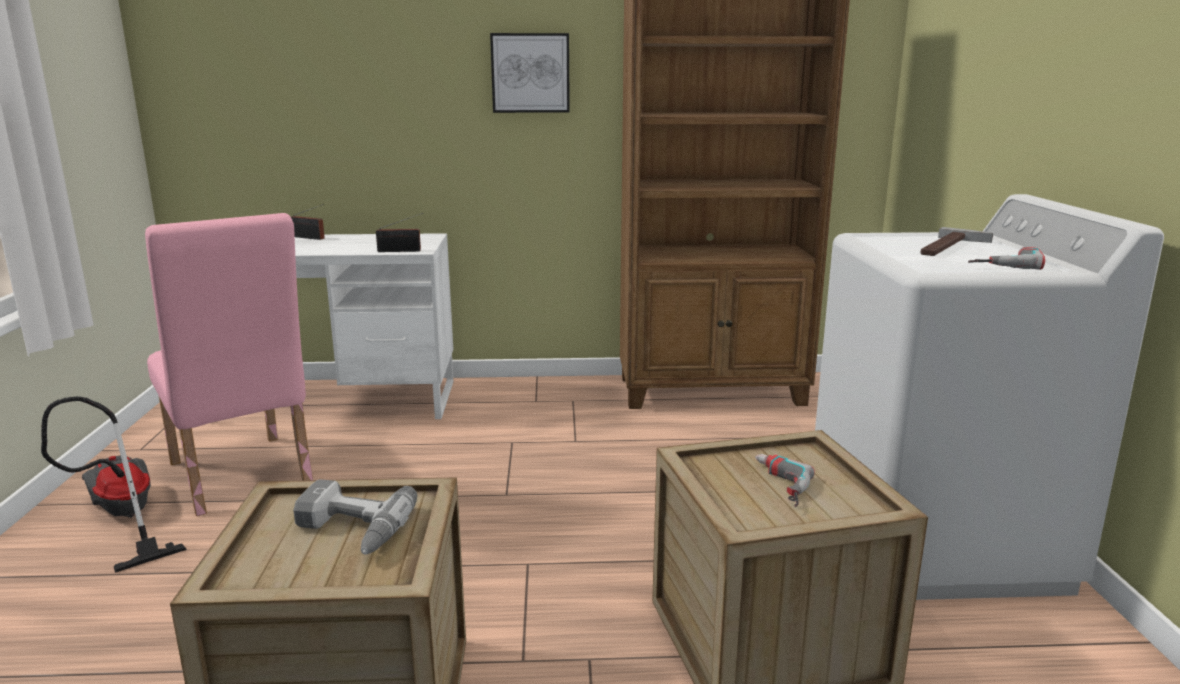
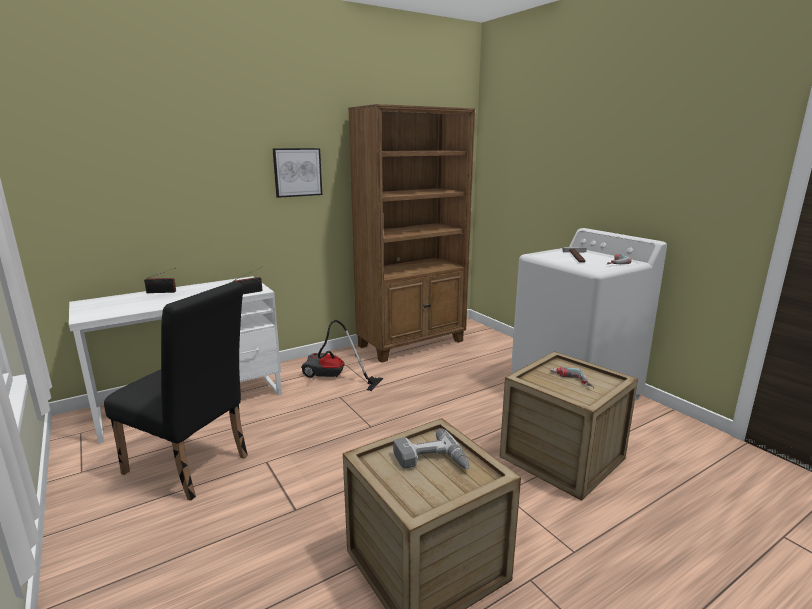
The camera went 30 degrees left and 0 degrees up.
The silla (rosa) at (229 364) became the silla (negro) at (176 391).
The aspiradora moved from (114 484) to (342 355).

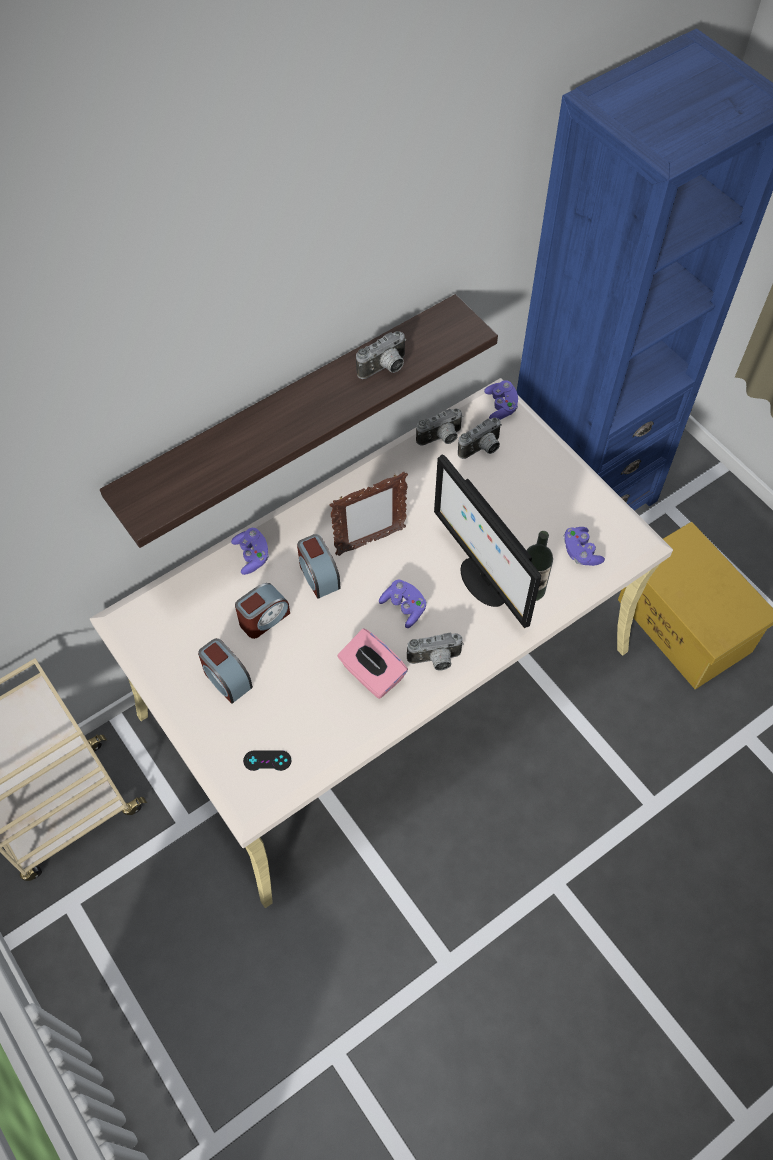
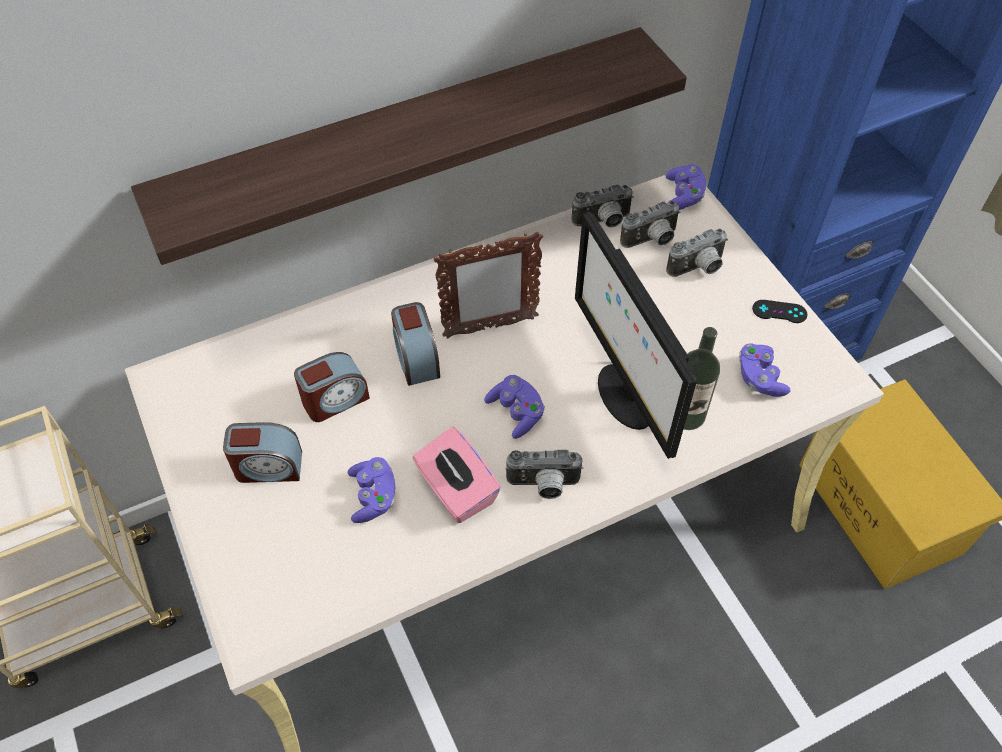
The camera went 10 degrees right and 5 degrees down.
The despertador at (225 671) turned 60 degrees counterclockwise.
The mando de consola (morado) moved from (250 551) to (371 490).
The cámara moved from (381 355) to (697 253).
The mando de consola (negro) moved from (267 760) to (780 311).

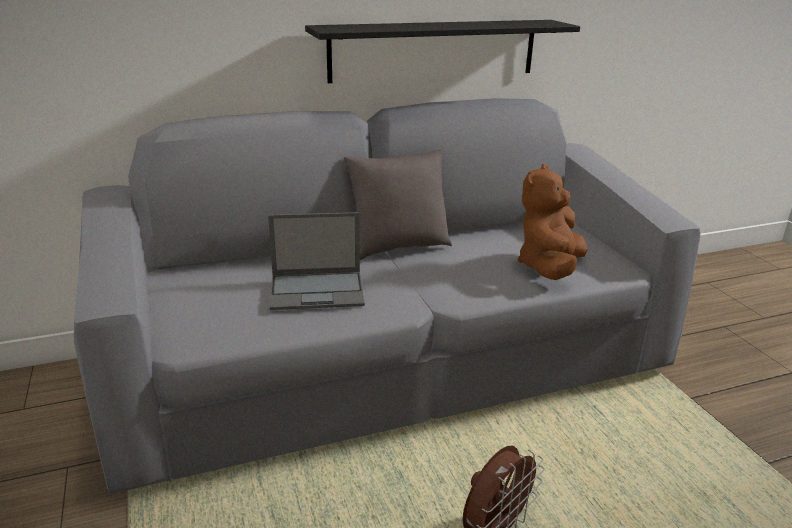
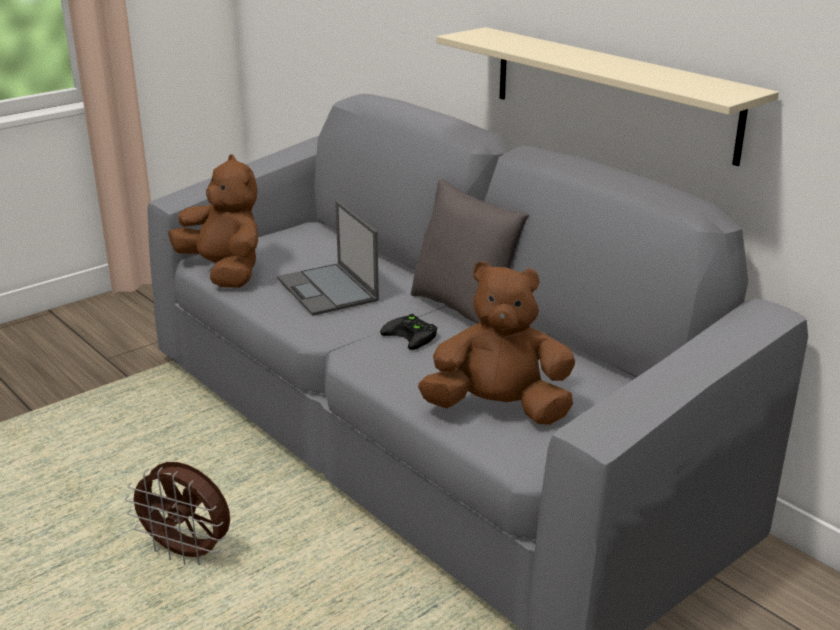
The camera went 70 degrees right and 0 degrees up.
The peluche (marrón) at (213 221) appeared.
The mando de consola (negro) at (408 332) appeared.
The estante (negro) at (442 51) became the estante (beis) at (607 96).

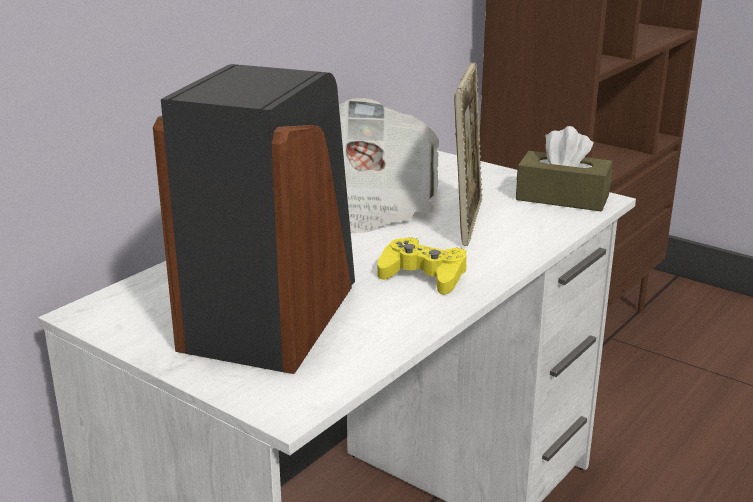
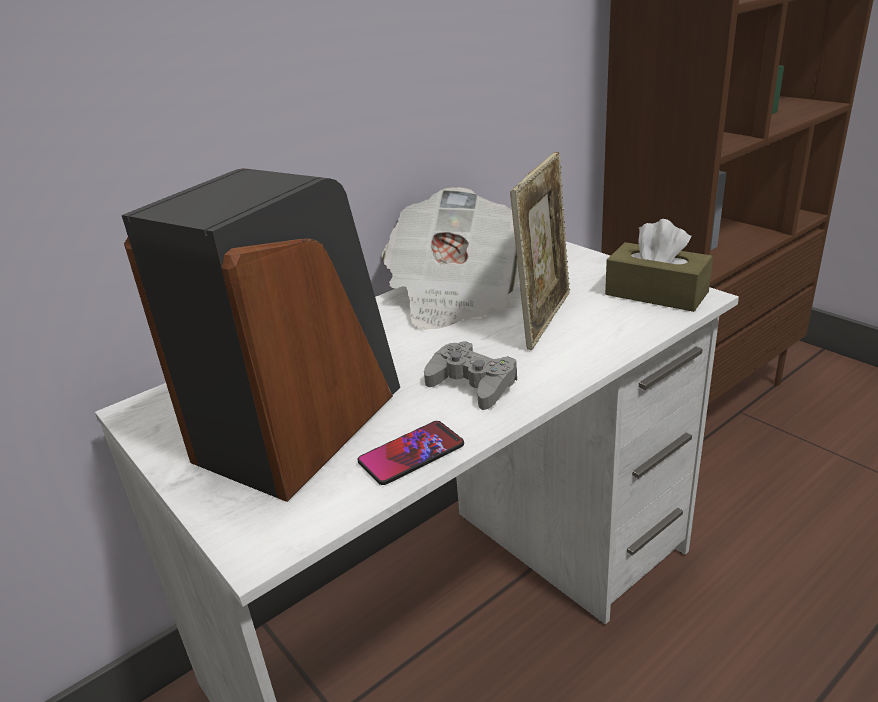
The camera went 15 degrees right and 5 degrees up.
The móvil at (411 453) appeared.
The mando de consola (amarillo) at (422 266) became the mando de consola (gris) at (470 375).

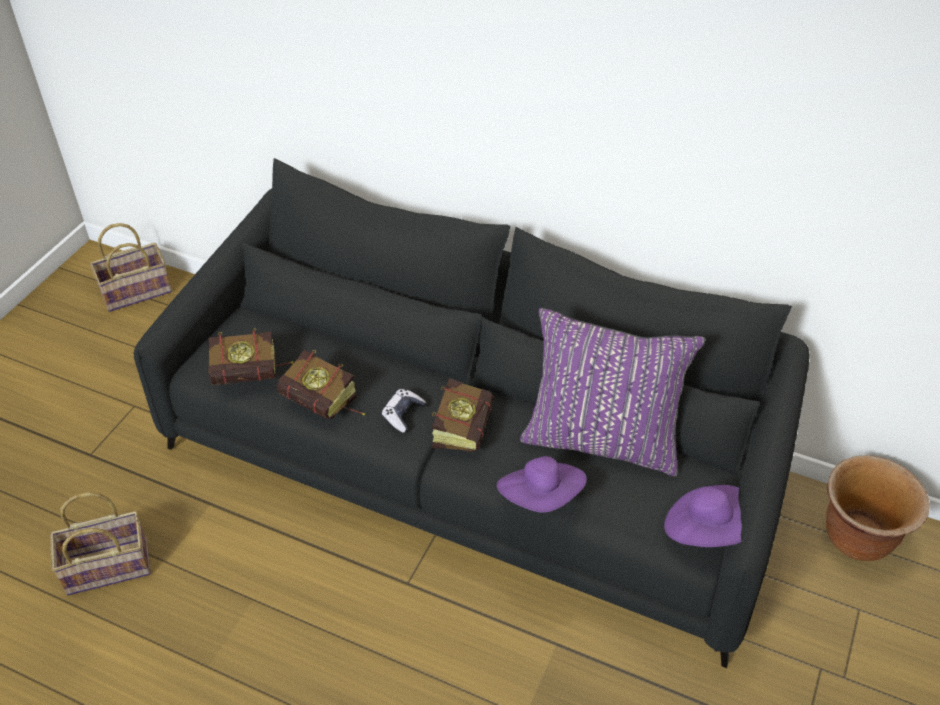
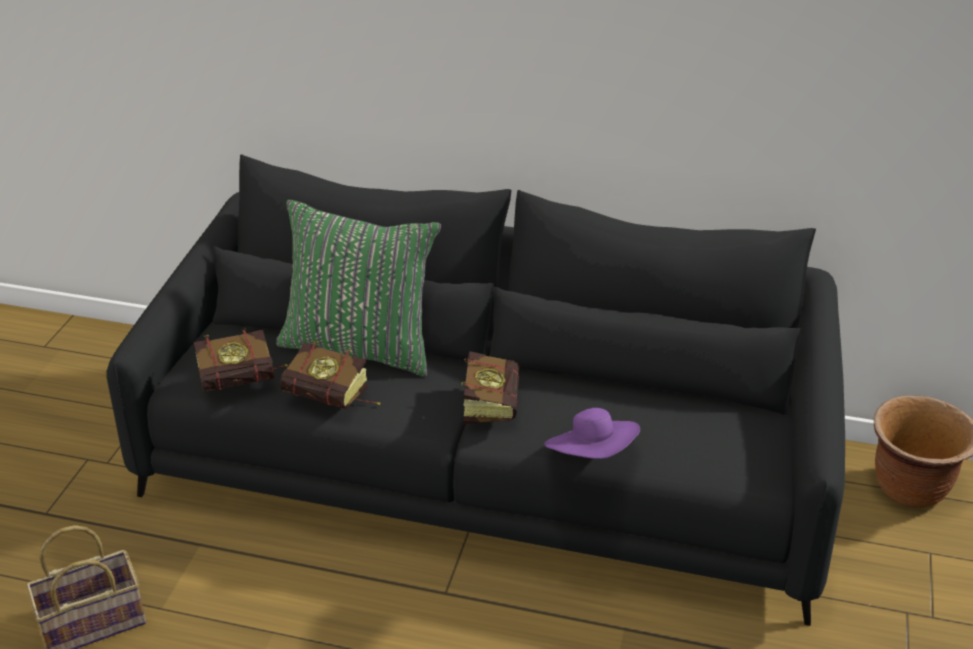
The camera went 10 degrees left and 10 degrees down.
The cojín (verde) at (358 287) appeared.
The cesta at (131 267) disappeared.
The mando de consola at (404 411) disappeared.
The cojín (morado) at (613 392) disappeared.
The sombrero (morado) at (703 516) disappeared.

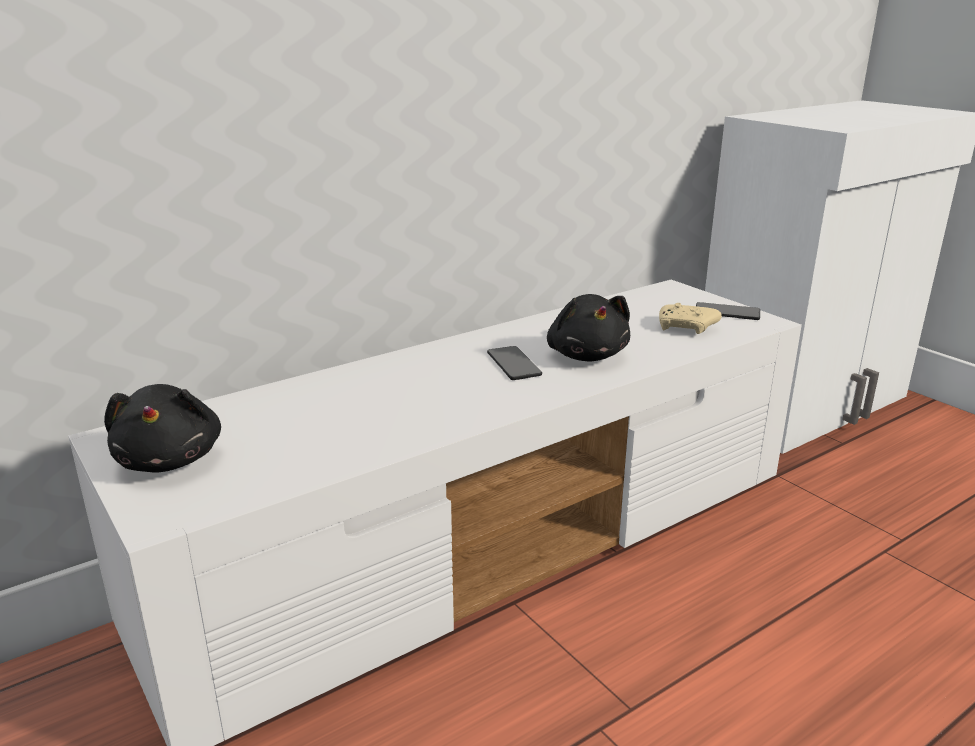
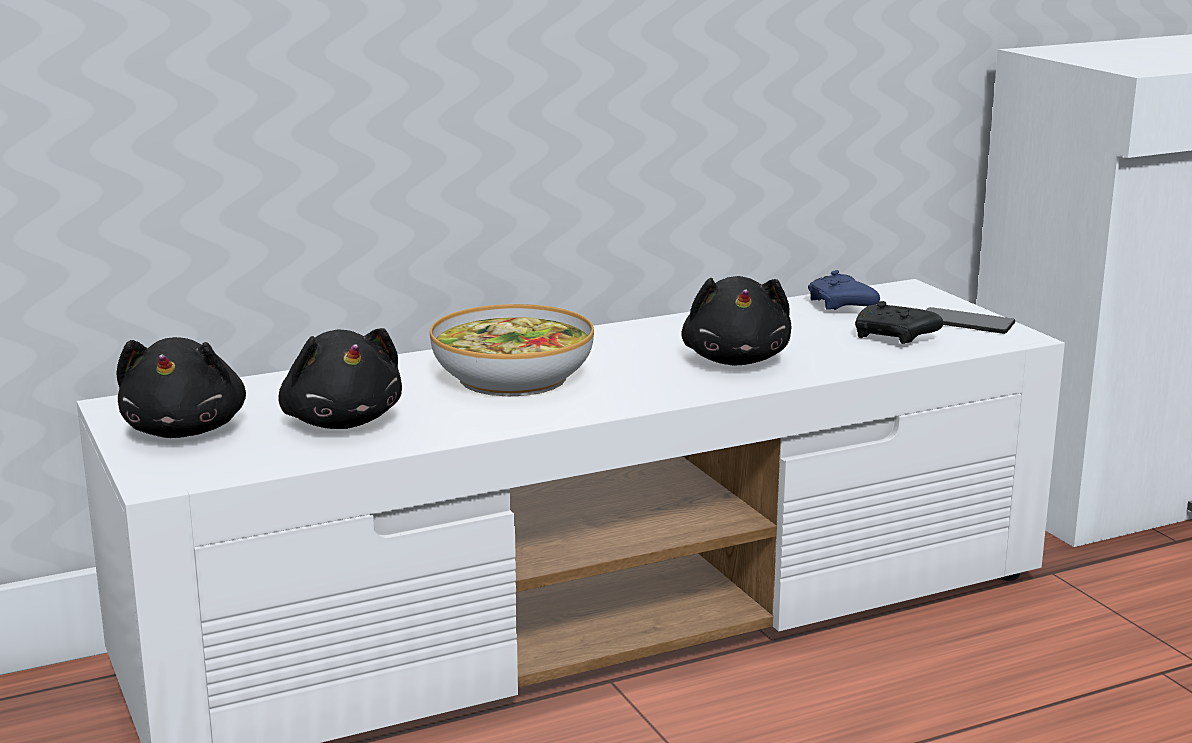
The camera went 10 degrees right and 5 degrees down.
The peluche (negro) at (340 378) appeared.
The cuenco at (512 350) appeared.
The mando de consola (azul) at (844 290) appeared.
The mando de consola (beis) at (690 318) became the mando de consola (negro) at (899 322).
The móvil at (514 363) disappeared.

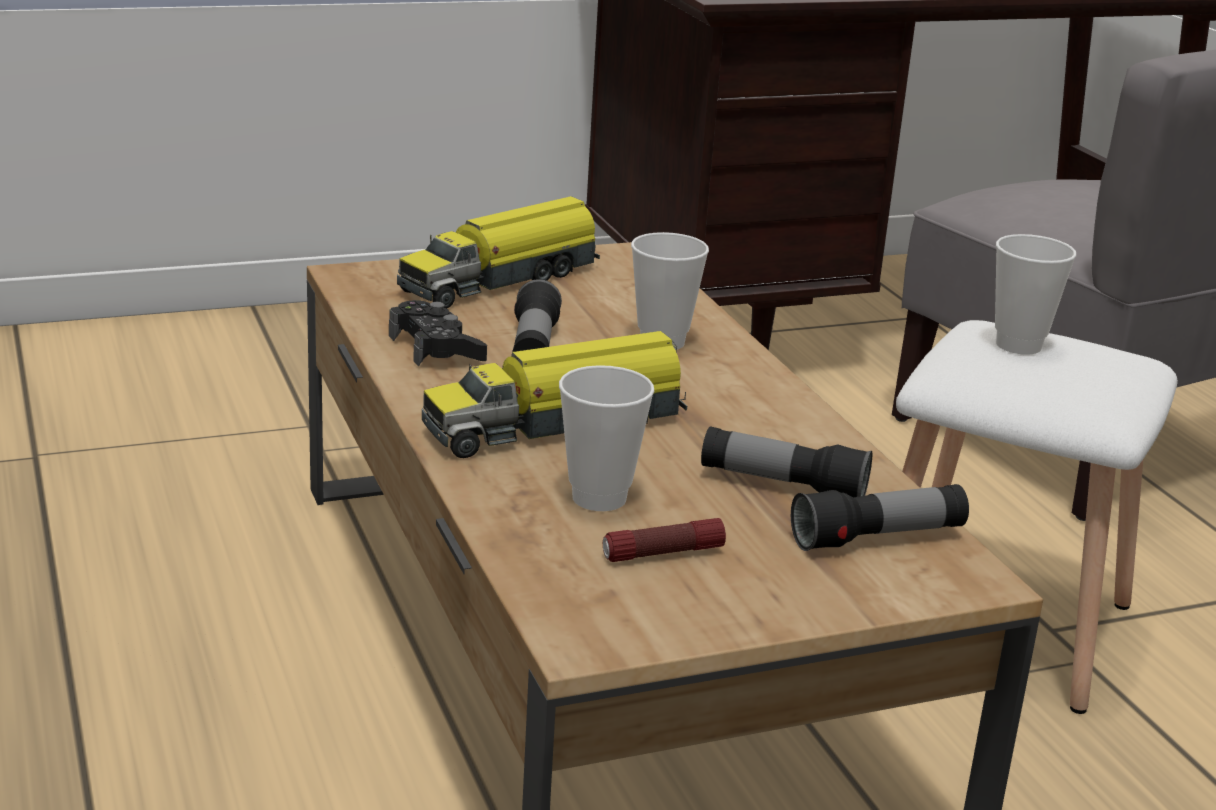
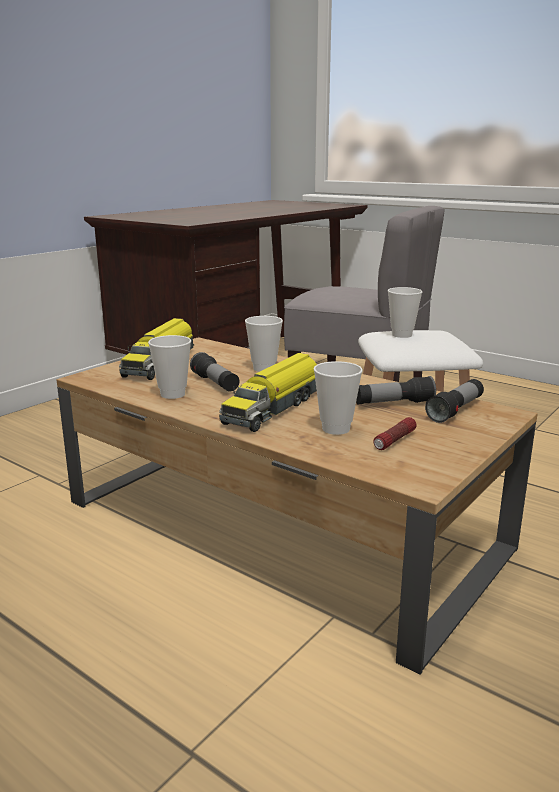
The camera went 30 degrees left and 5 degrees down.
The mando de consola (negro) at (438 333) was replaced by the taza at (169 367).

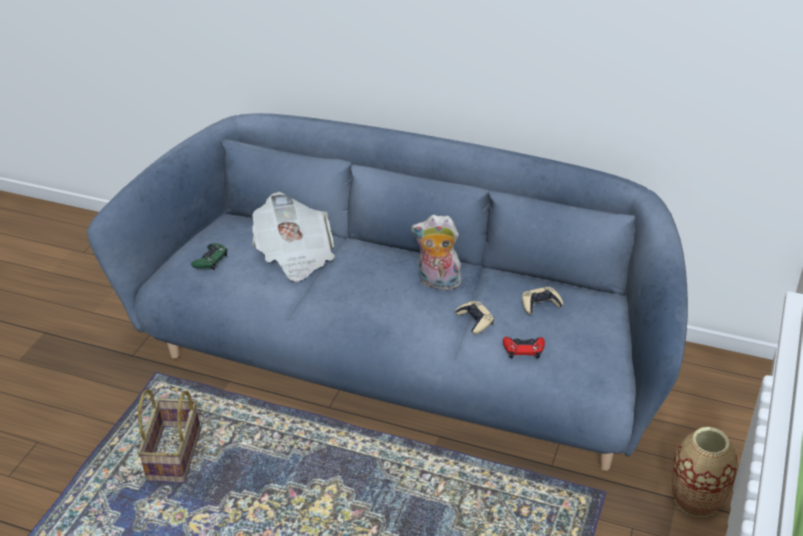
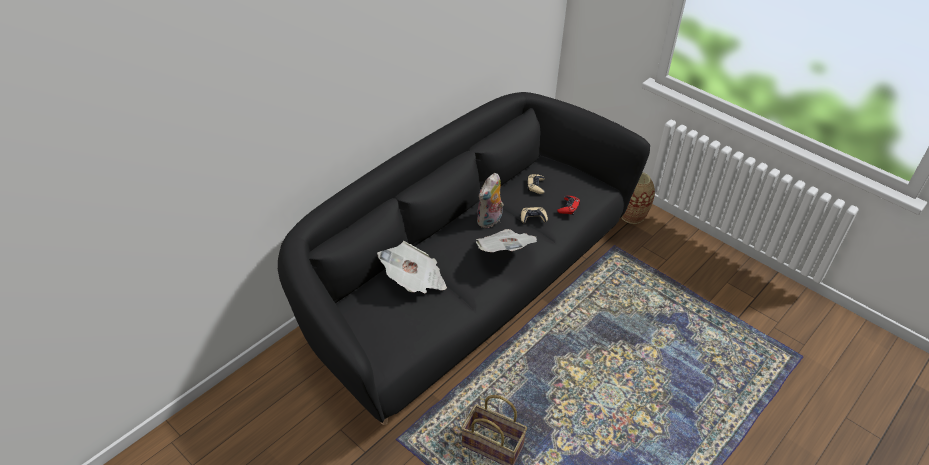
The camera went 70 degrees left and 5 degrees up.
The sofá (azul) at (387 292) became the sofá (negro) at (464 258).
The periódico at (506 240) appeared.
The mando de consola (verde) at (209 256) disappeared.

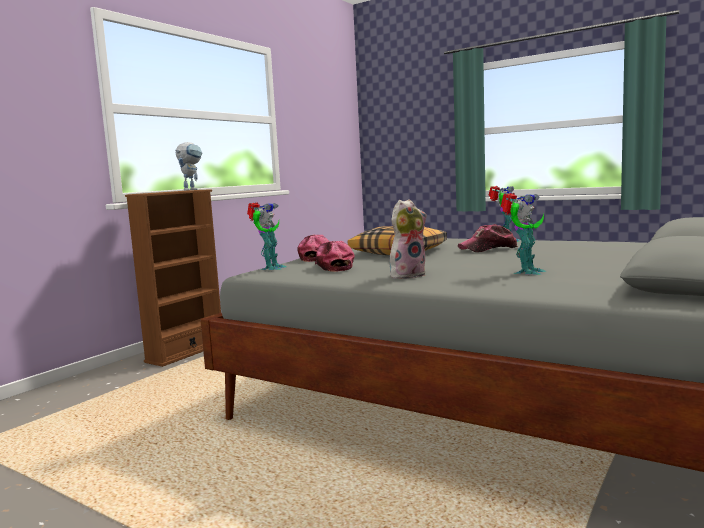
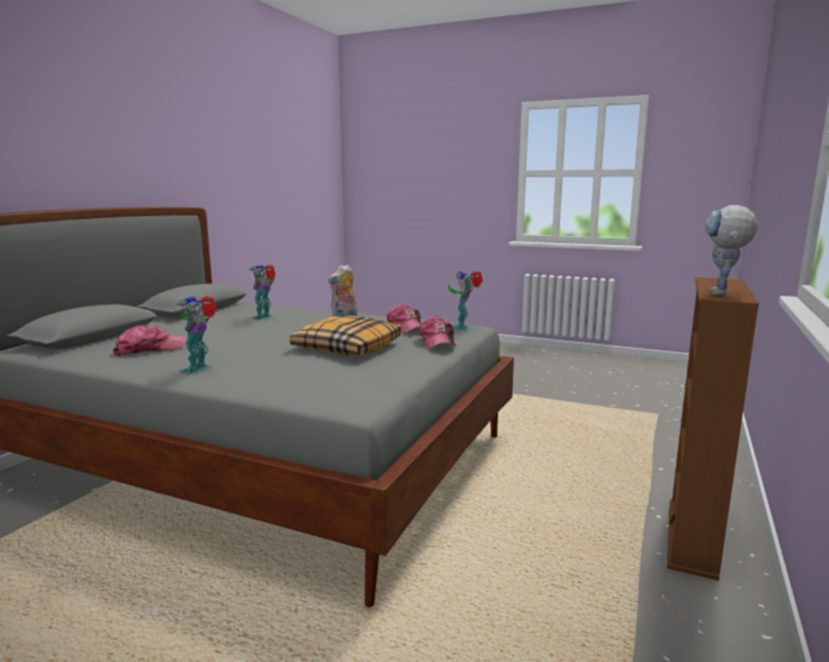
The camera went 170 degrees right and 5 degrees up.
The gorra moved from (488 238) to (150 340).

